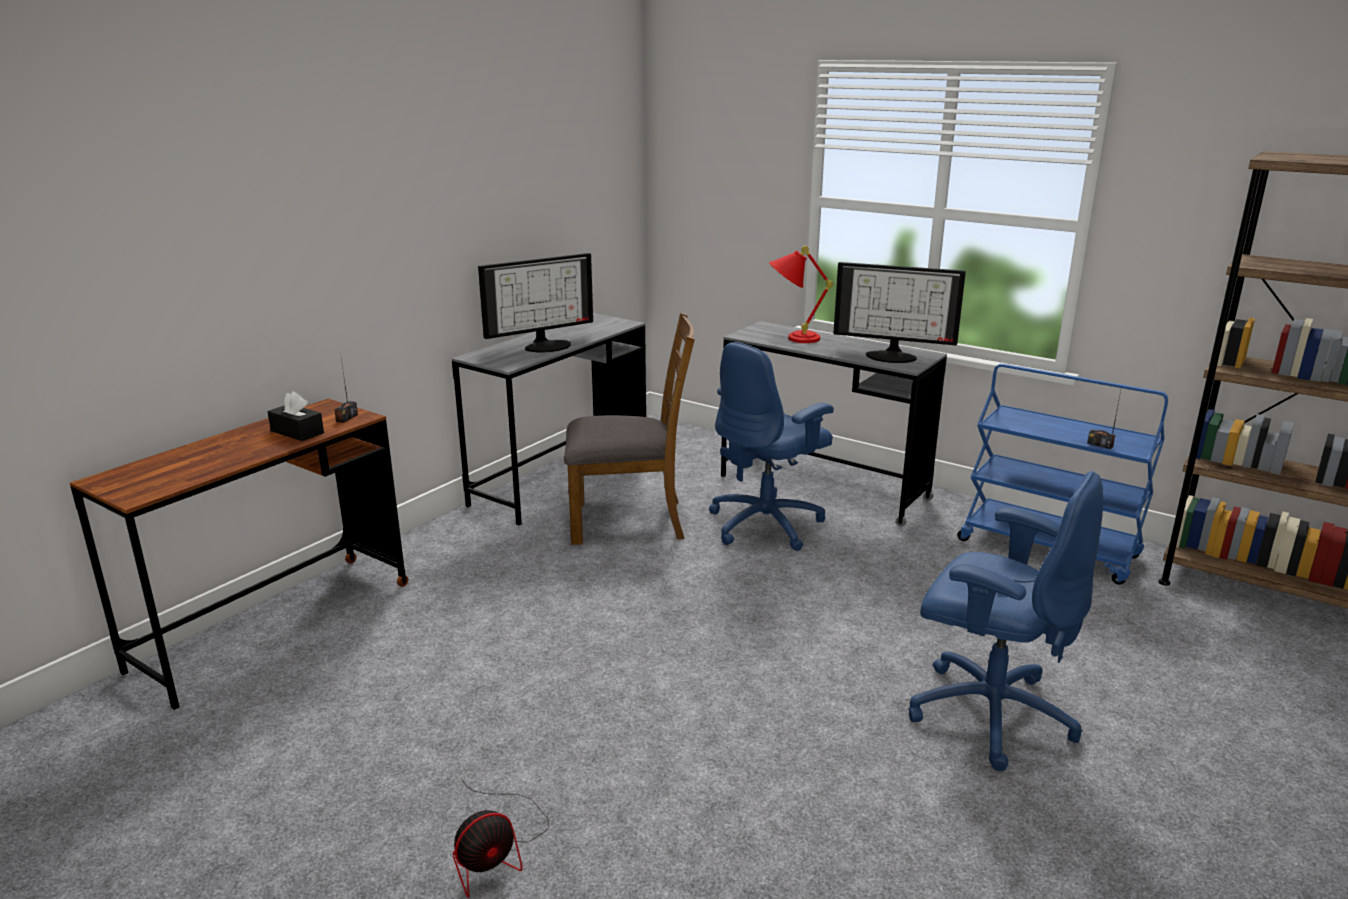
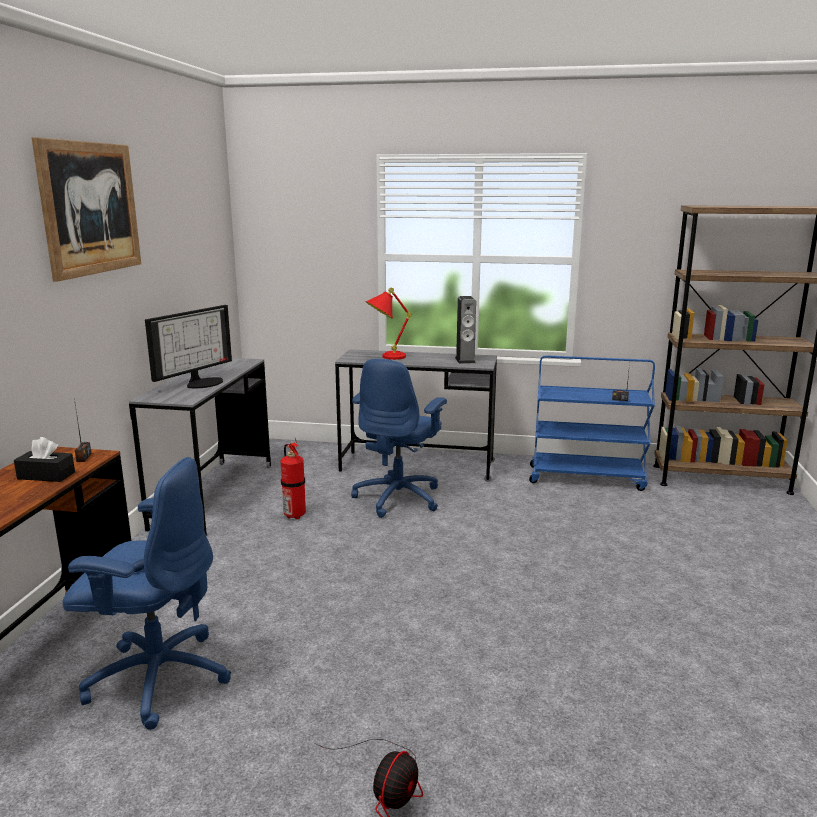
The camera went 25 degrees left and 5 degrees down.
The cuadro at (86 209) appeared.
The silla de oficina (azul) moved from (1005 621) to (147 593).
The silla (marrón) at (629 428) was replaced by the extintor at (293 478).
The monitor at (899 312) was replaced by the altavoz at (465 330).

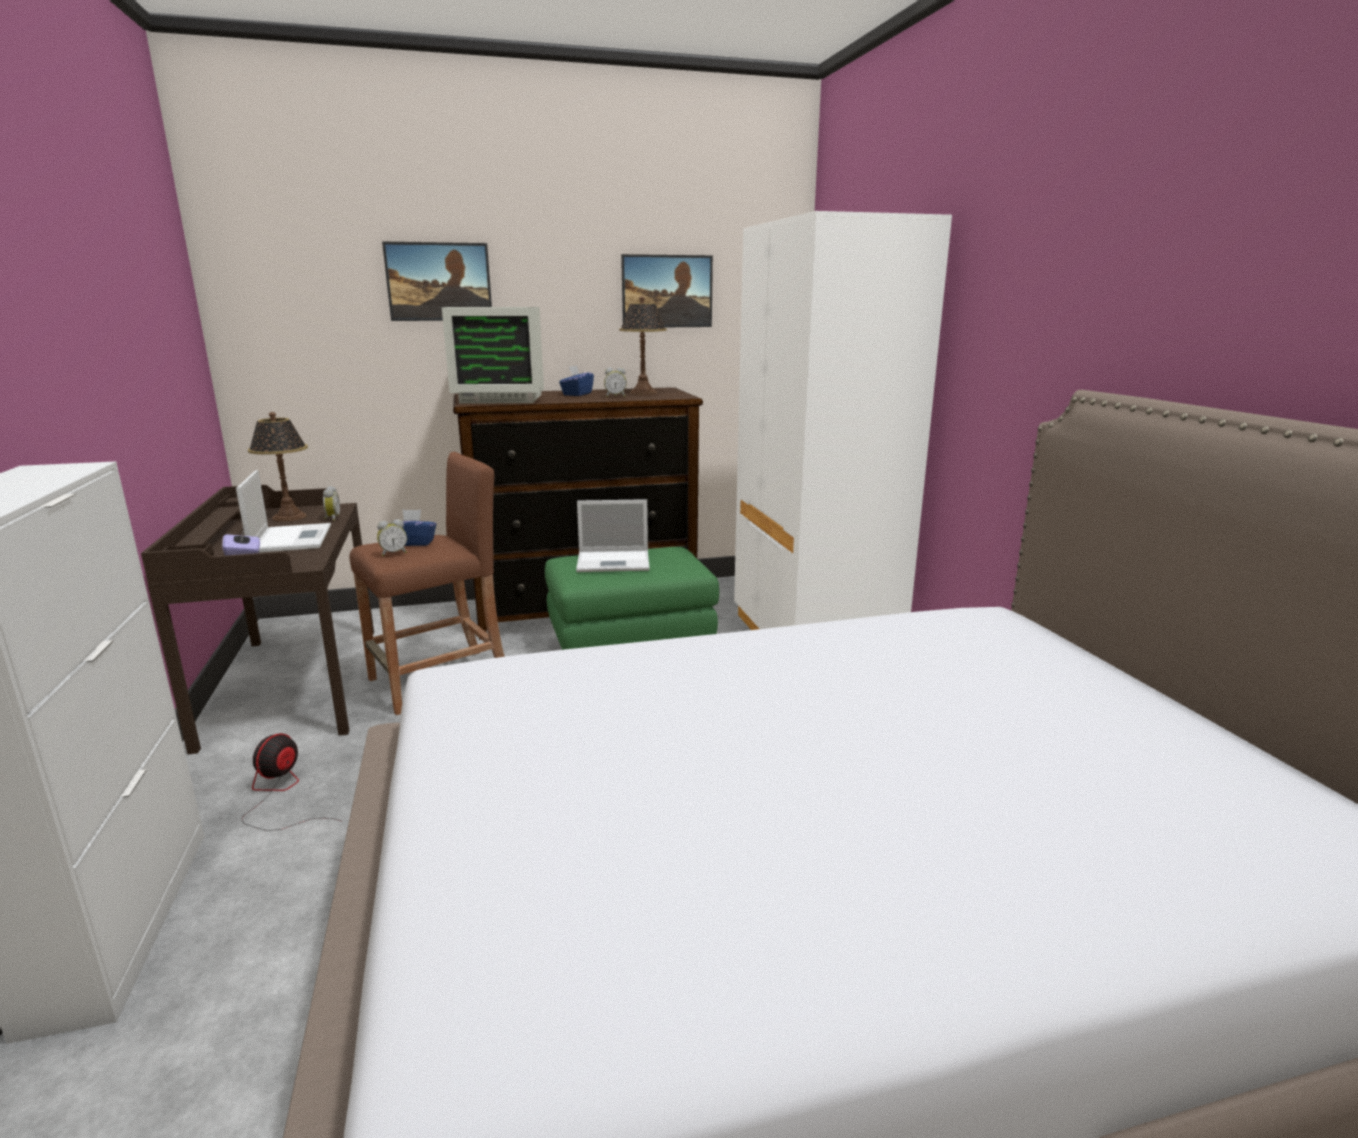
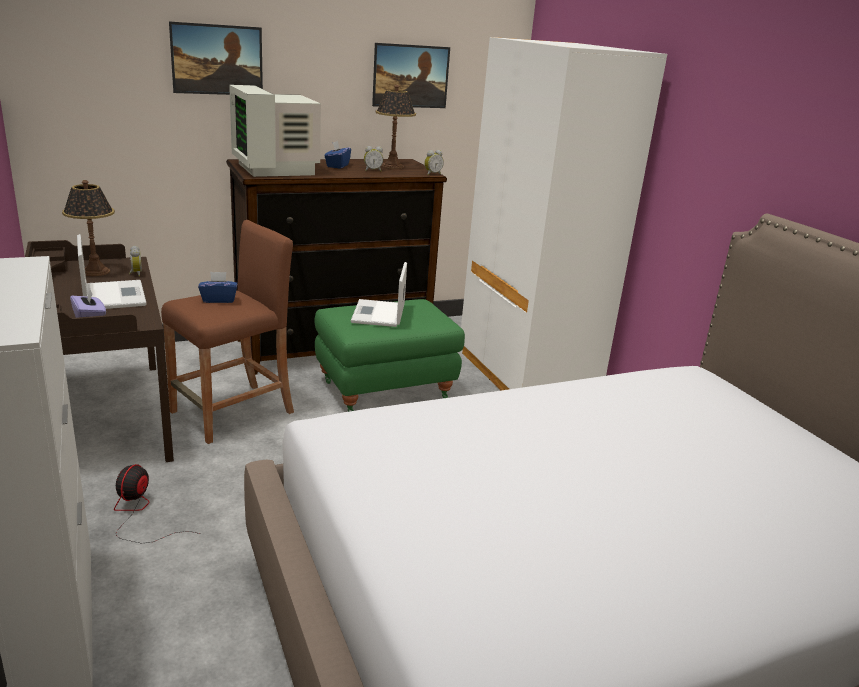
The camera went 10 degrees left and 5 degrees up.
The monitor at (493 355) turned 75 degrees clockwise.
The portátil at (613 535) turned 105 degrees clockwise.
The despertador moved from (392 537) to (434 162).

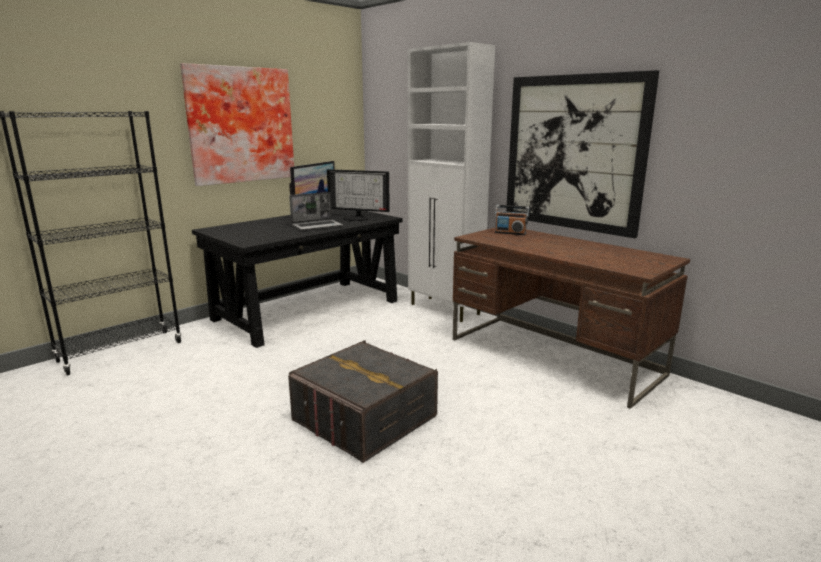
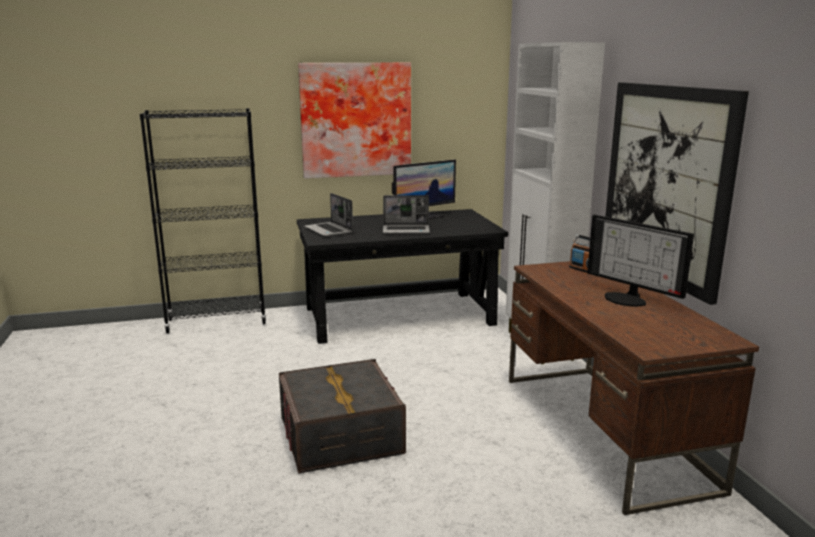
The camera went 30 degrees right and 0 degrees up.
The portátil at (328 215) appeared.
The monitor moved from (358 195) to (640 260).

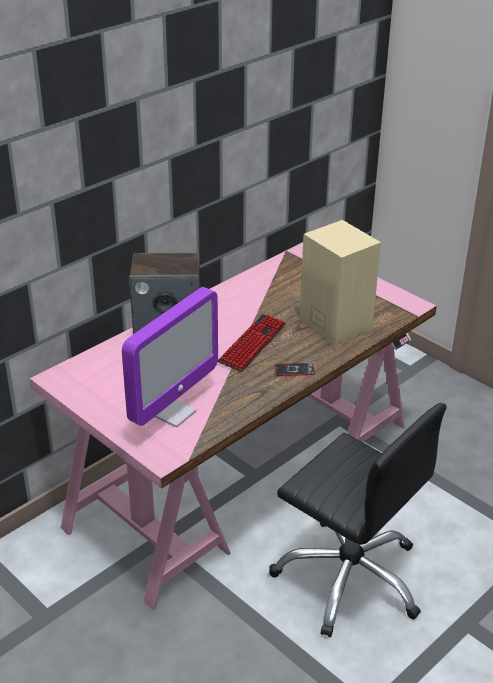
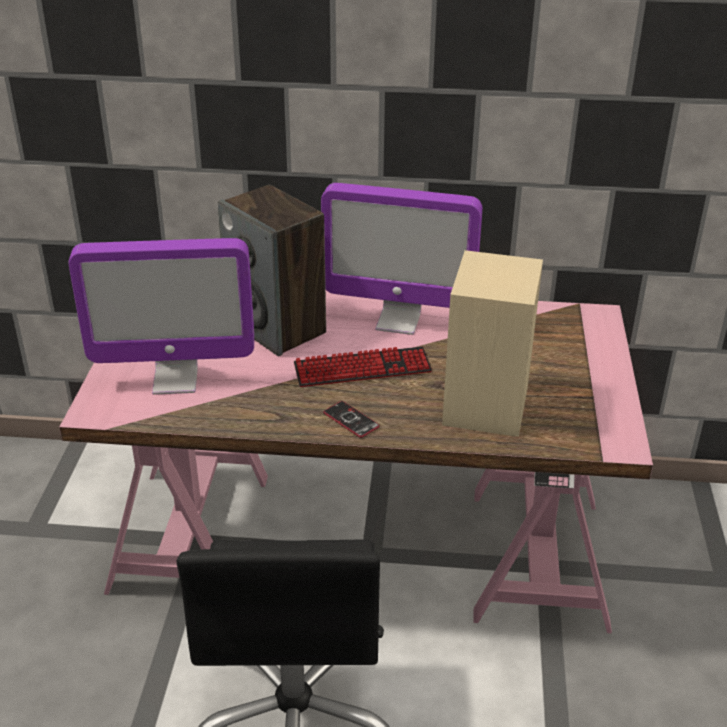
The camera went 50 degrees right and 0 degrees up.
The monitor at (401 259) appeared.

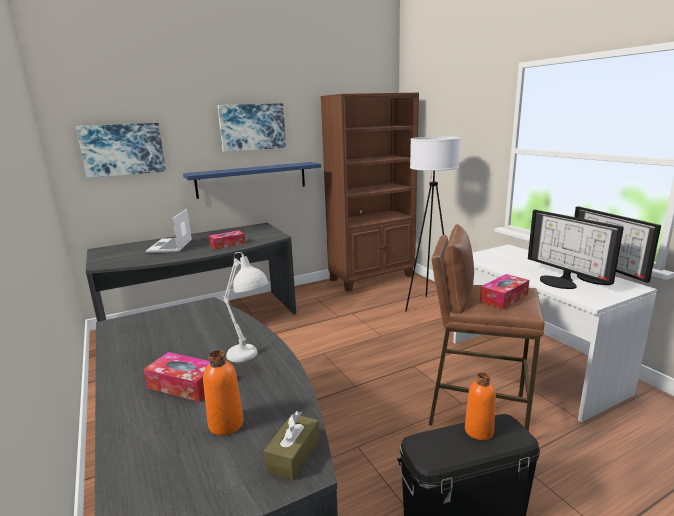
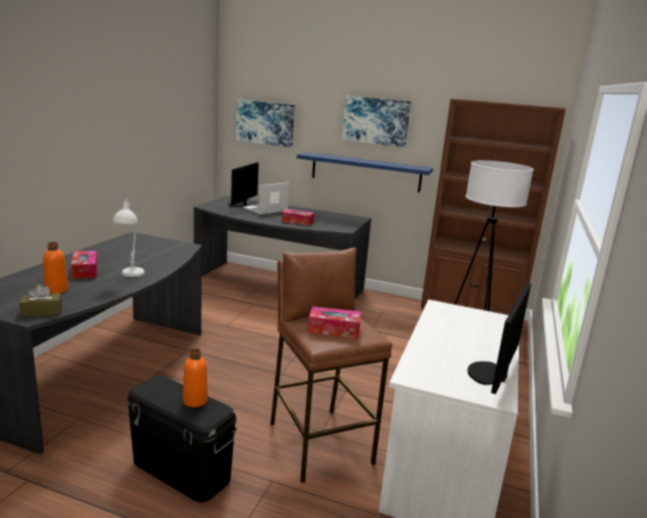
The camera went 45 degrees right and 0 degrees up.
The monitor moved from (576 249) to (243 184).

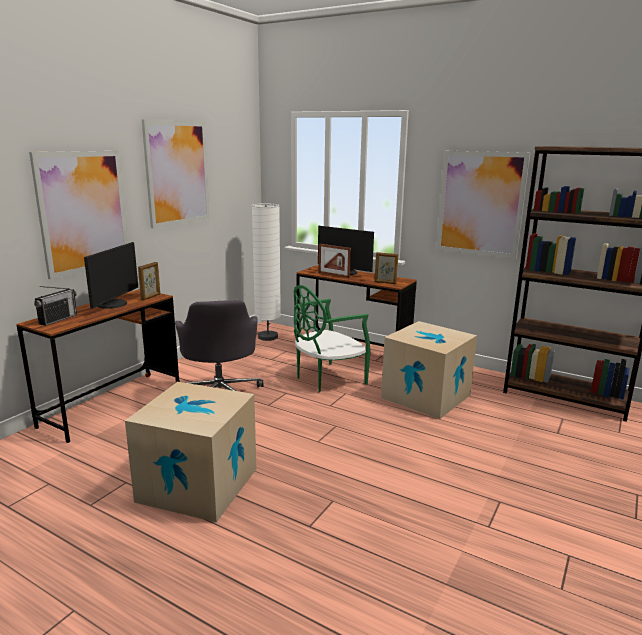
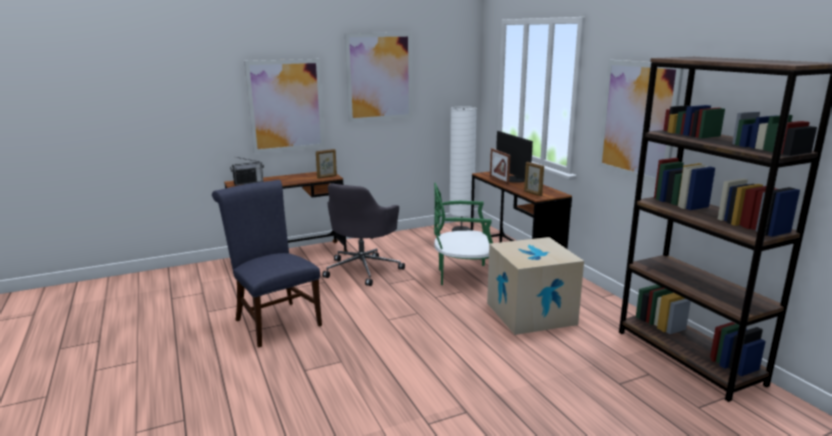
The camera went 35 degrees right and 0 degrees up.
The caja de cartón at (190 452) was replaced by the silla (azul) at (267 263).
The monitor at (111 275) disappeared.

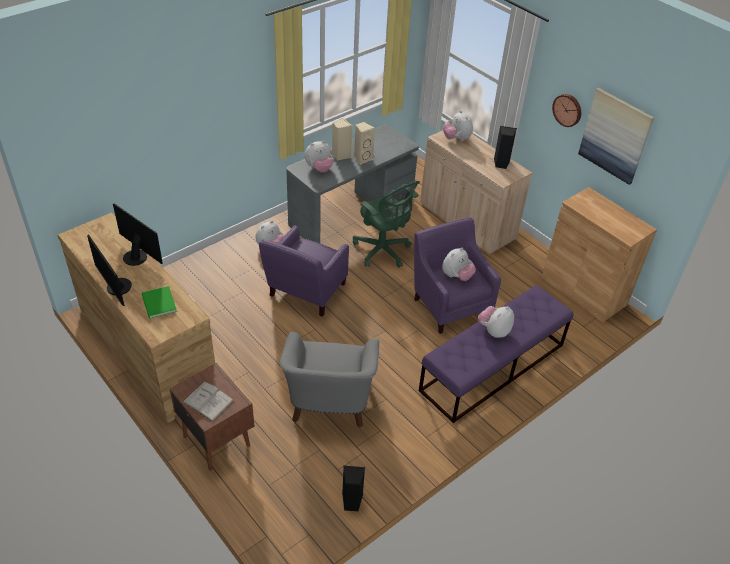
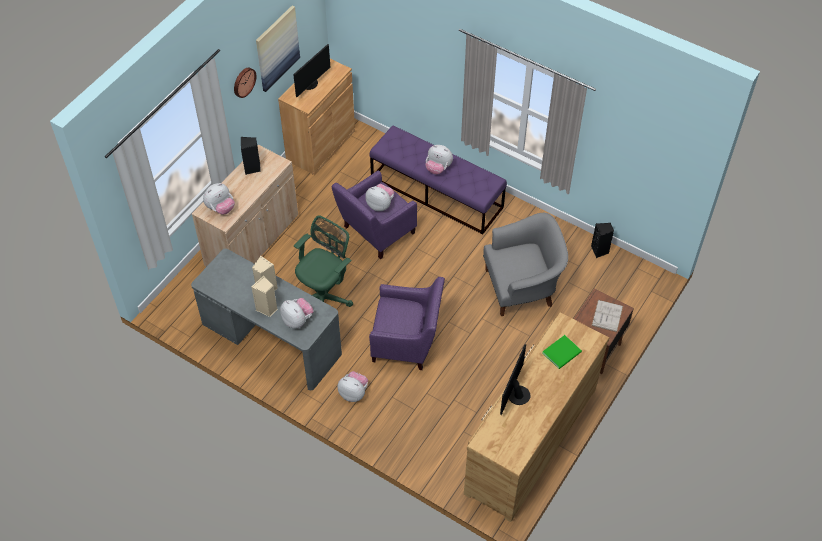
The camera went 105 degrees left and 10 degrees up.
The monitor moved from (109 270) to (311 70).

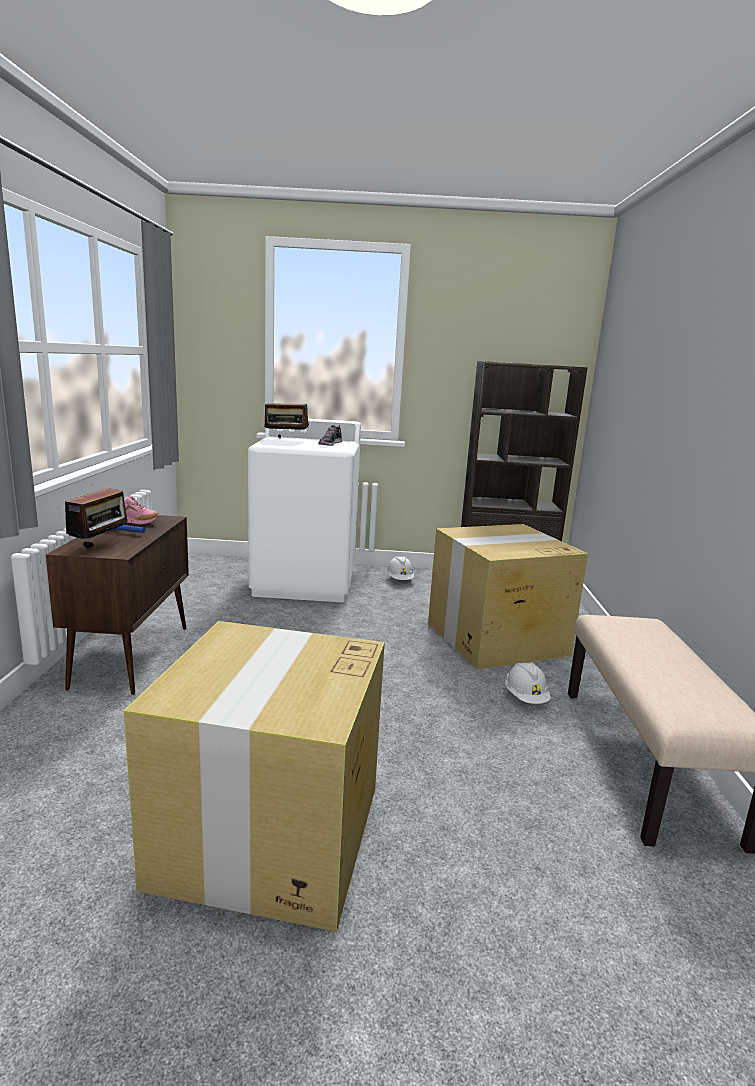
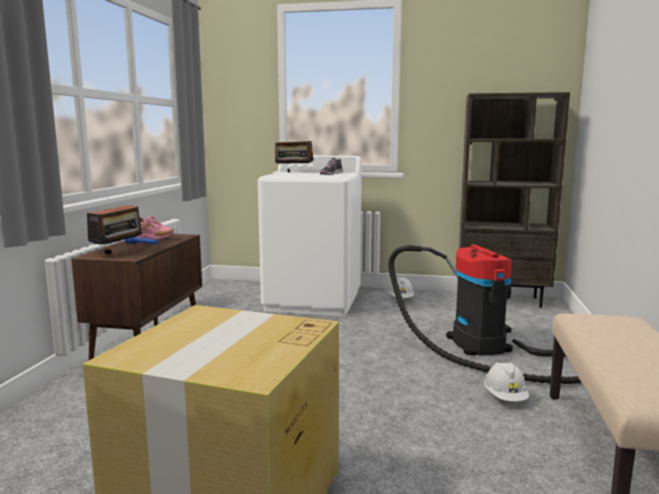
The camera went 10 degrees right and 5 degrees down.
The caja de cartón at (508 597) was replaced by the aspiradora at (484 314).

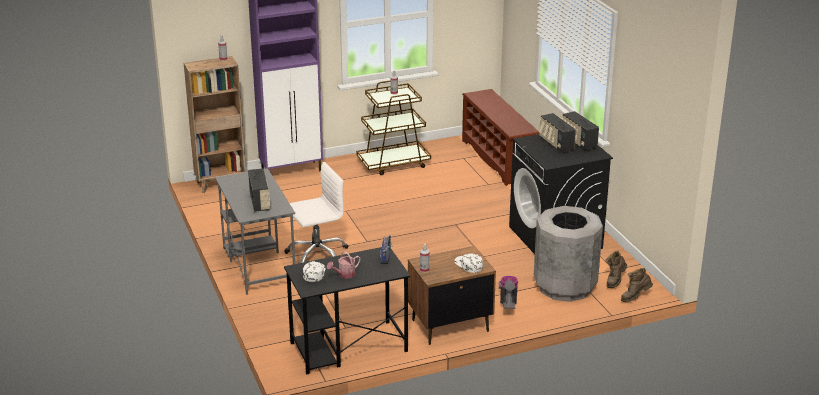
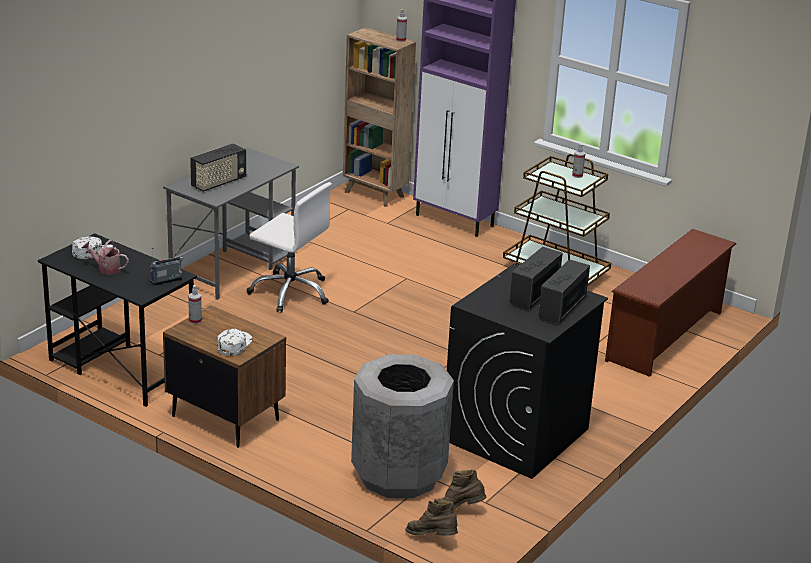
The camera went 55 degrees right and 0 degrees up.
The aspiradora at (509 292) disappeared.

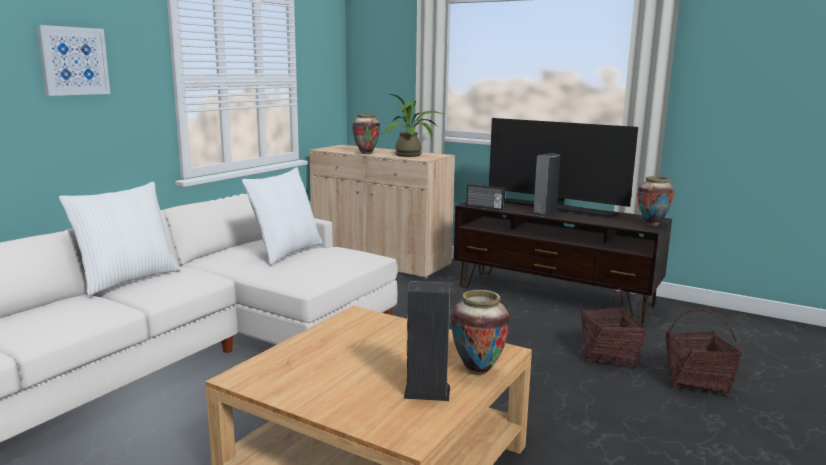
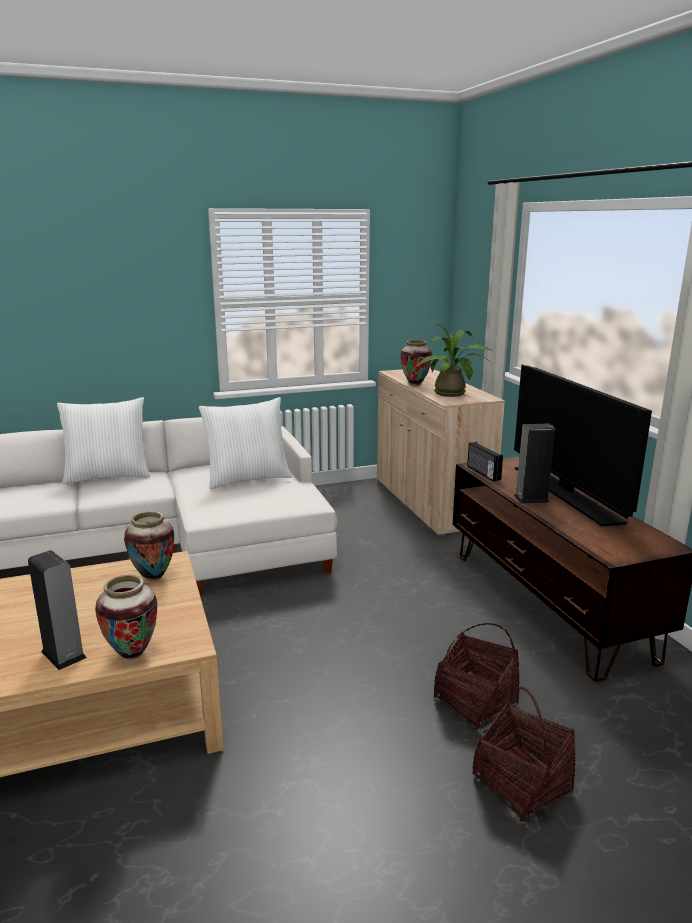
The camera went 40 degrees right and 5 degrees up.
The florero moved from (656 201) to (149 546).
The cuadro at (73 60) disappeared.

